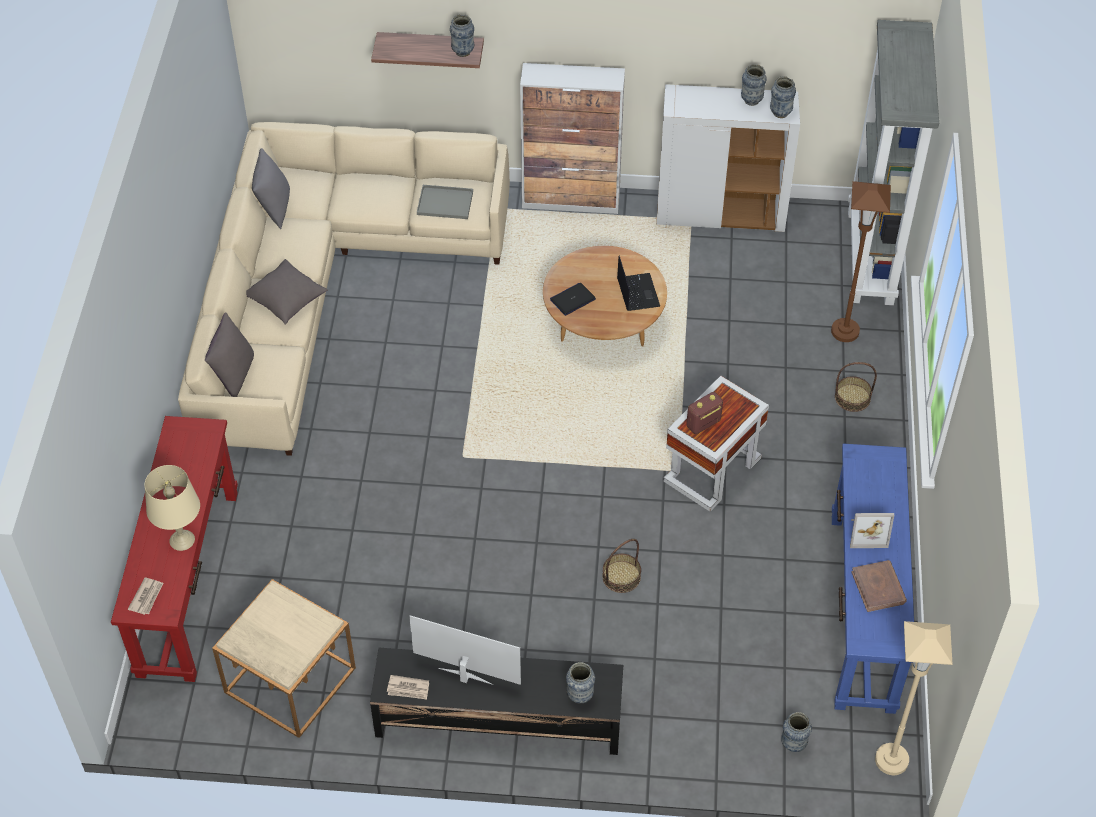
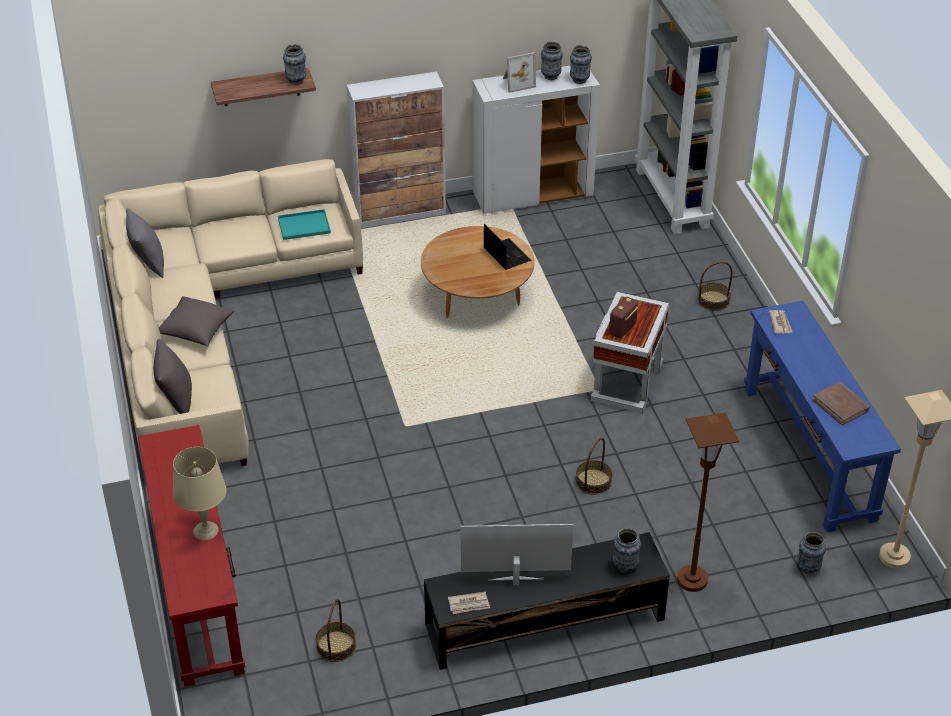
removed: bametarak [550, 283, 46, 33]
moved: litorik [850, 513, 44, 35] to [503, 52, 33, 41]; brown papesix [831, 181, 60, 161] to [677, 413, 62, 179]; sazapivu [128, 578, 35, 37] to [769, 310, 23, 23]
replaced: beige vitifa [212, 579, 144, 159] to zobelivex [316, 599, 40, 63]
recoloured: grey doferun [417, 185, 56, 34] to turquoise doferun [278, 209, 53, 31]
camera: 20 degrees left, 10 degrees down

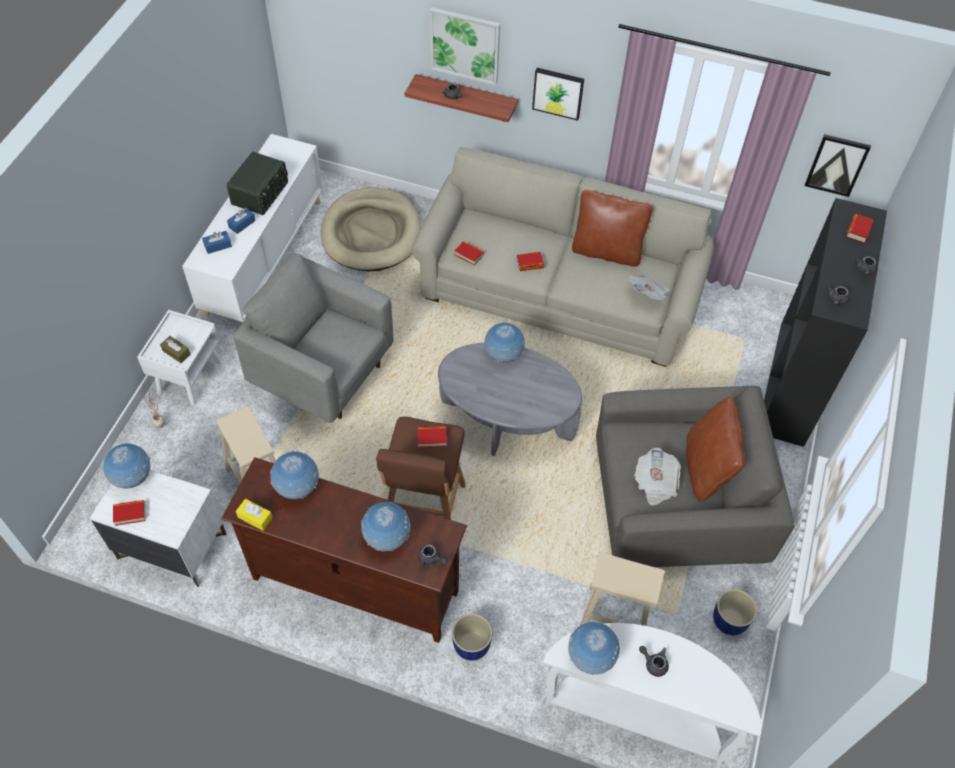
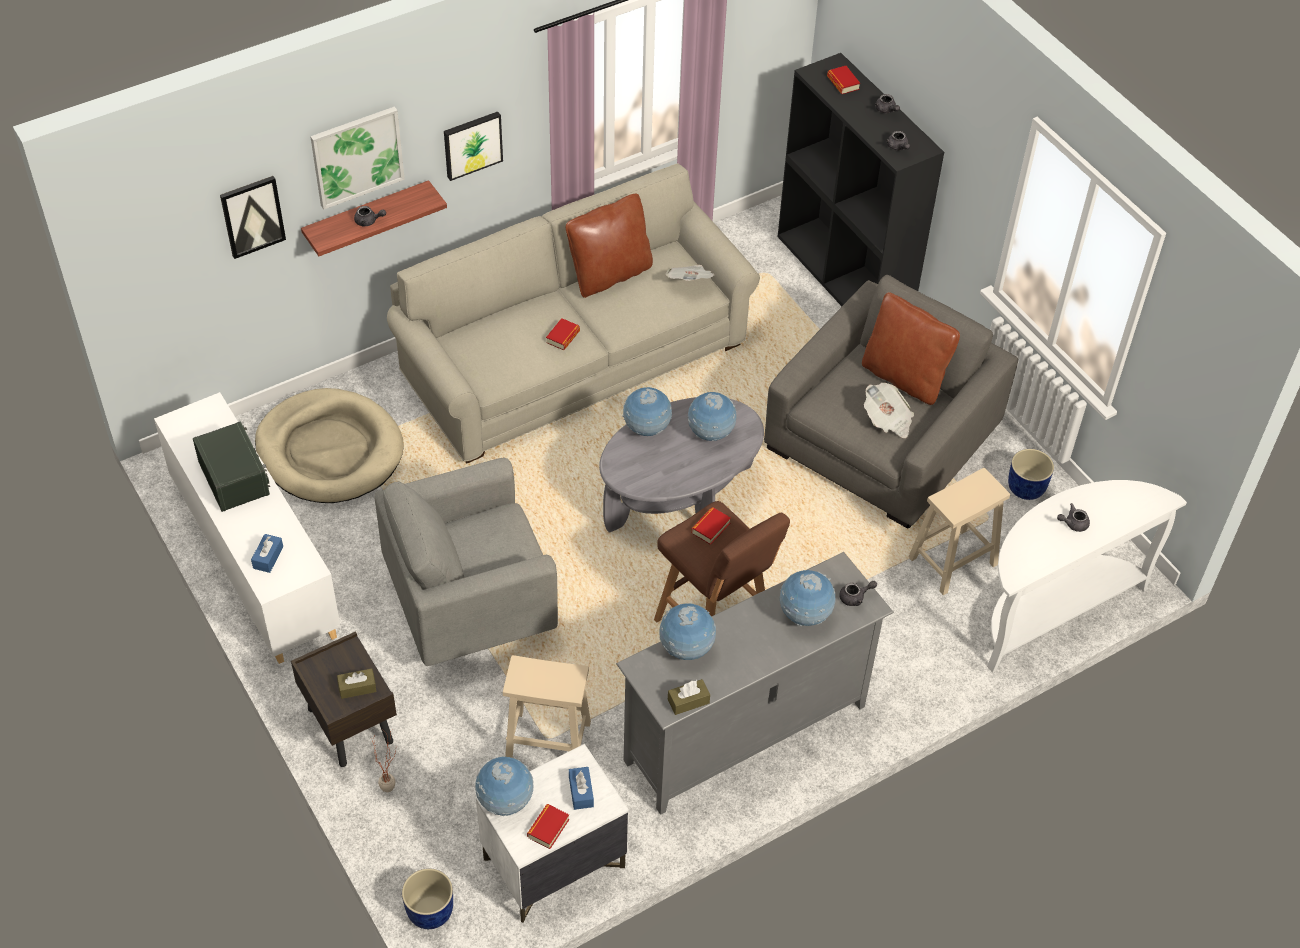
removed: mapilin [455, 241, 29, 25]
moved: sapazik [805, 134, 66, 63] to [220, 176, 66, 83]; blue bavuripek [452, 614, 40, 47] to [402, 868, 51, 61]; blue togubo [227, 207, 29, 27] to [569, 767, 25, 43]; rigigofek [569, 622, 51, 53] to [688, 392, 49, 49]
recoloured: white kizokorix [137, 310, 84, 95] to brown kizokorix [291, 631, 106, 136]; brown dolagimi [221, 457, 246, 186] to grey dolagimi [616, 552, 278, 263]; yellow togubo [236, 499, 37, 32] to brown togubo [668, 679, 42, 36]
camera: 50 degrees left, 5 degrees down

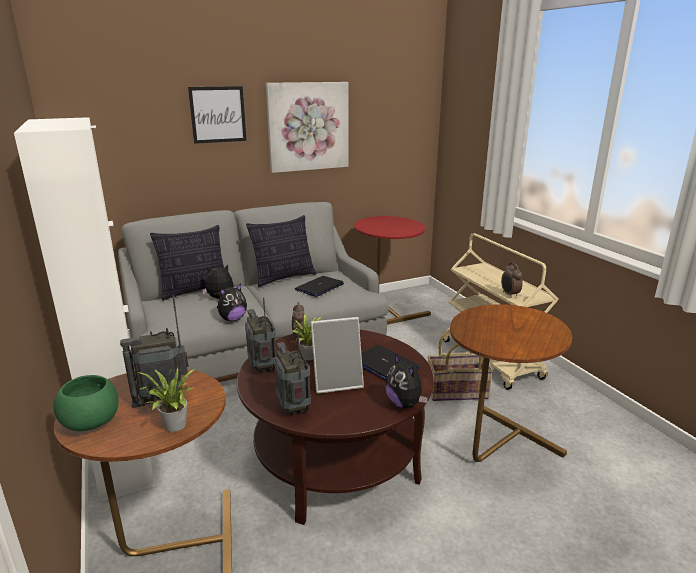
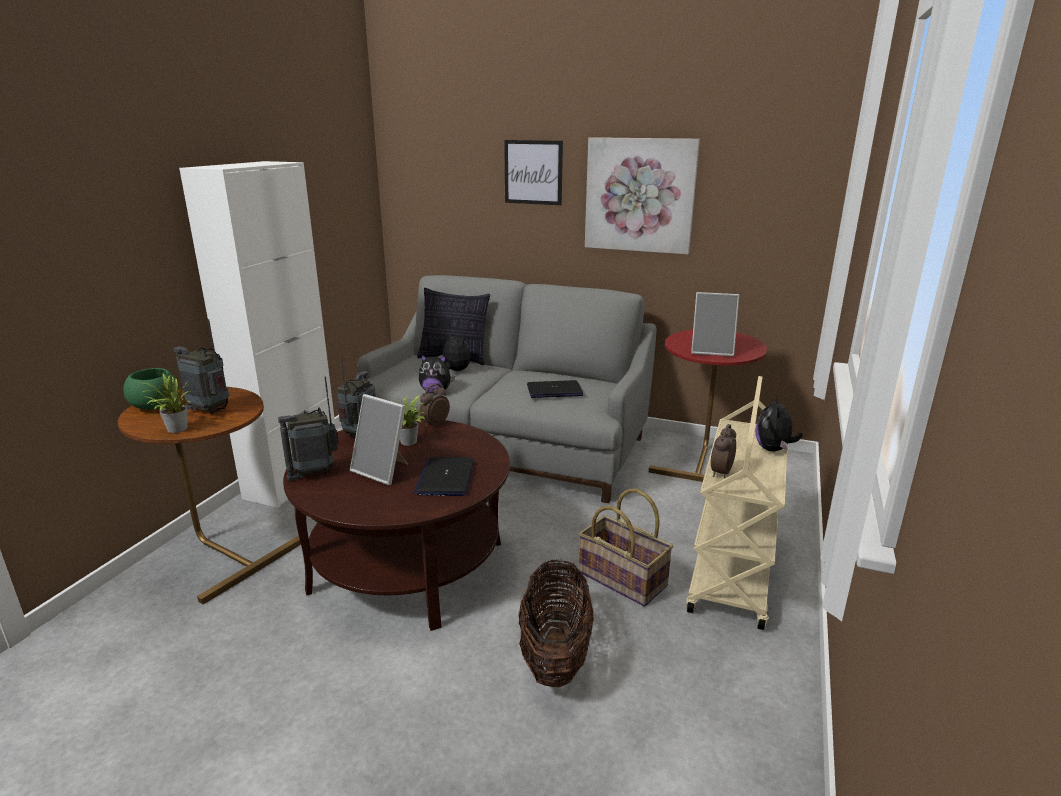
removed: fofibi [246, 215, 70, 73]
added: litorik [691, 292, 48, 64]
moved: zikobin [385, 354, 43, 54] to [755, 395, 47, 57]
replaced: brown vitifa [450, 304, 122, 158] to zobelivex [518, 559, 76, 129]
turned: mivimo [274, 332, 37, 83] = [278, 377, 61, 104] 135 degrees counterclockwise
camera: 45 degrees right, 0 degrees up

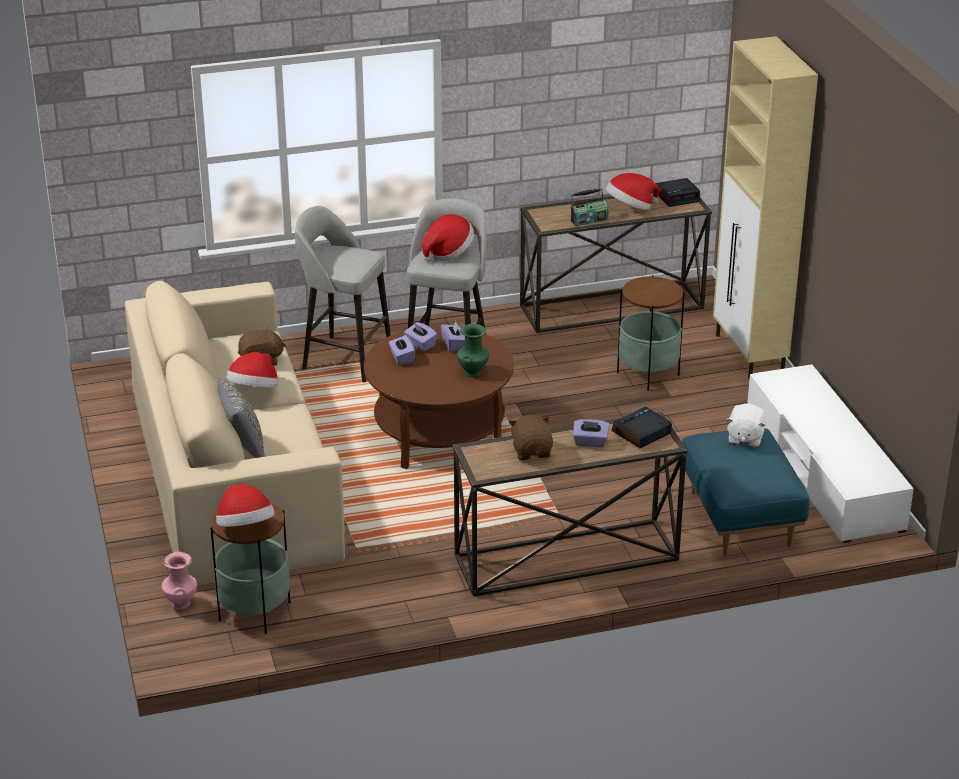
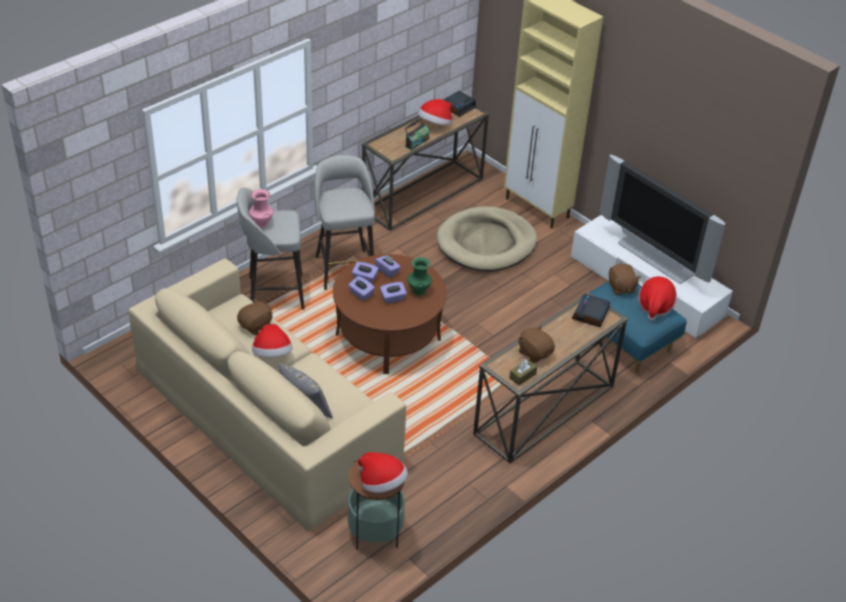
added: brown togubo [509, 359, 28, 26]; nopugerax [599, 155, 127, 129]
moved: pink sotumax [162, 552, 35, 57] to [249, 189, 24, 39]; purple togubo [573, 419, 36, 28] to [380, 282, 27, 21]; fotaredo [422, 214, 52, 48] to [638, 276, 39, 45]
replaced: vitifa [617, 275, 68, 116] to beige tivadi [436, 206, 101, 65]
recoloured: white zikobin [726, 404, 40, 44] to brown zikobin [609, 264, 32, 31]
camera: 30 degrees left, 10 degrees up

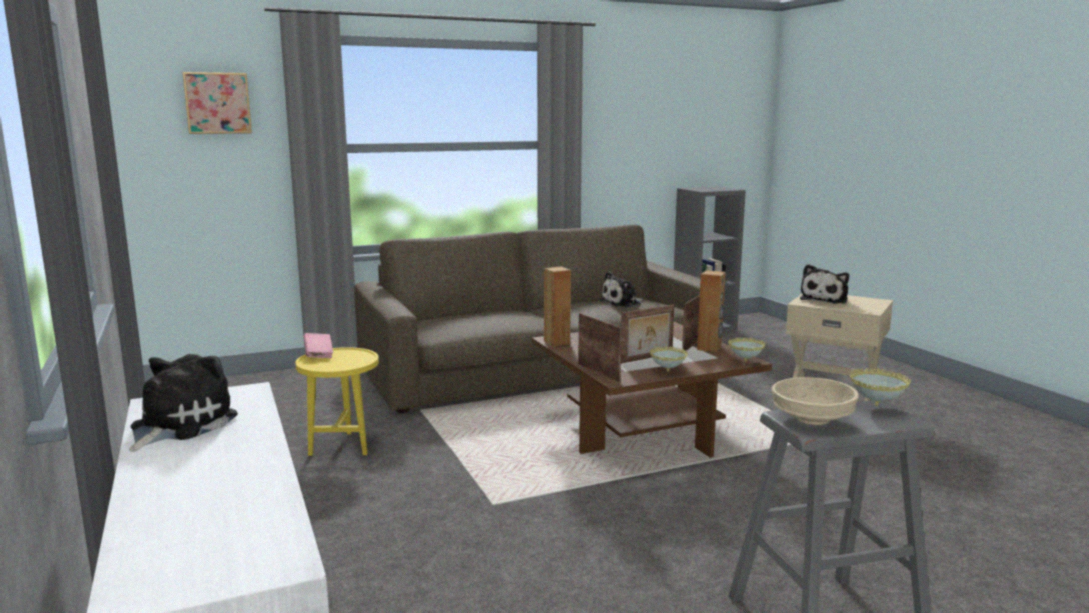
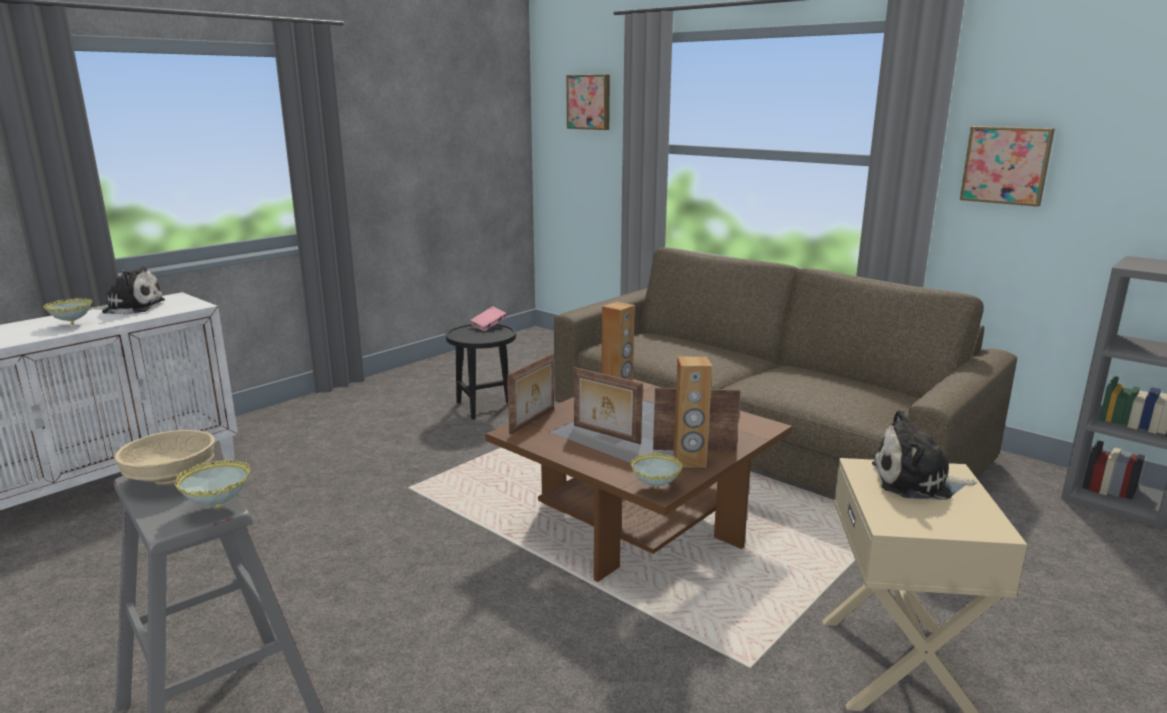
removed: zikobin [600, 272, 43, 35]
added: sapazik [960, 126, 95, 81]
moved: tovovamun [650, 346, 38, 25] to [43, 298, 49, 27]
recoloured: yellow vitifa [295, 347, 84, 109] to black vitifa [446, 324, 70, 96]
camera: 65 degrees right, 5 degrees up

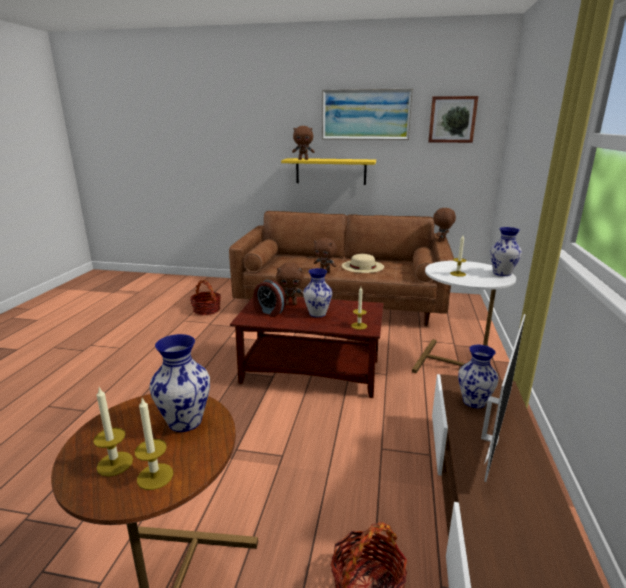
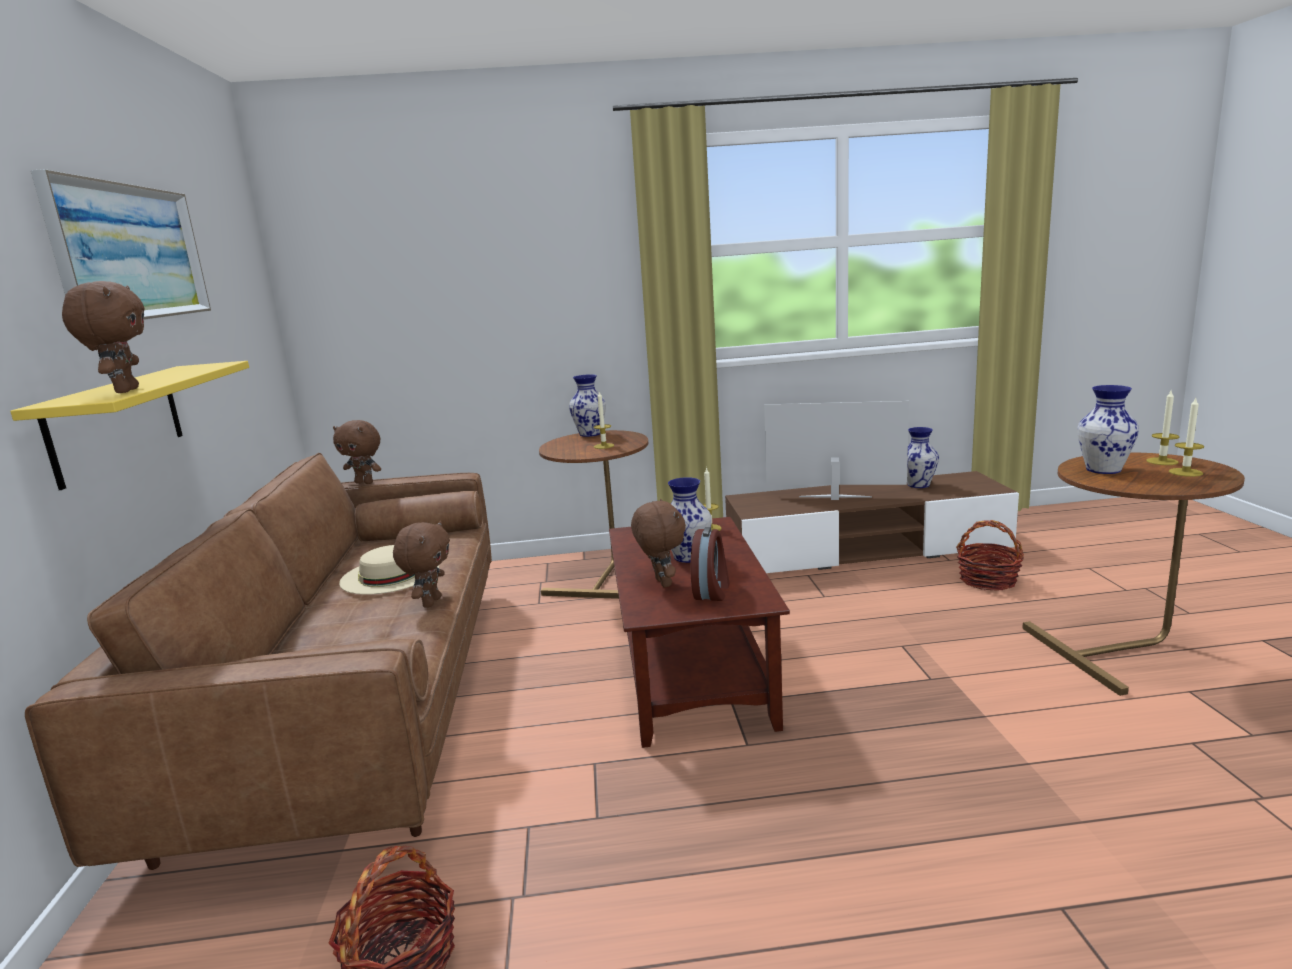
removed: sapazik [428, 96, 50, 47]
moved: sotumax [458, 345, 41, 63] to [907, 427, 32, 61]
recoloured: white vitifa [412, 261, 104, 112] to brown vitifa [539, 430, 109, 169]
camera: 105 degrees left, 5 degrees down

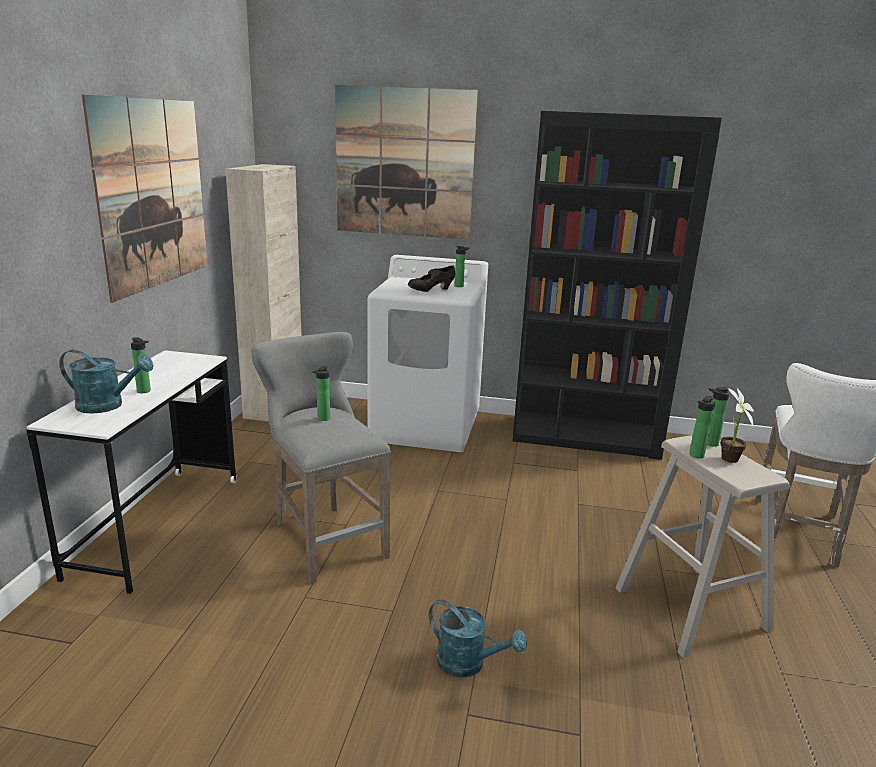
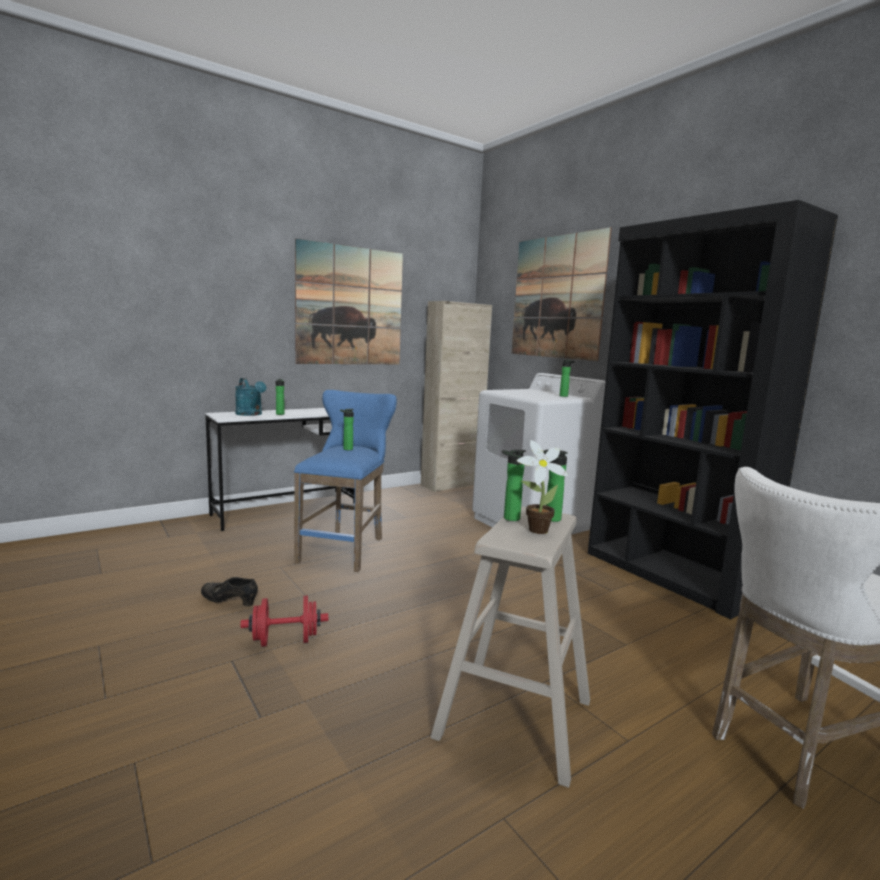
moved: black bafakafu [408, 265, 47, 27] to [201, 577, 57, 29]
replaced: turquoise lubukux [429, 599, 98, 79] to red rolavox [241, 595, 87, 52]
recoloured: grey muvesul [251, 332, 140, 252] to blue muvesul [294, 390, 103, 182]
camera: 45 degrees right, 10 degrees down

